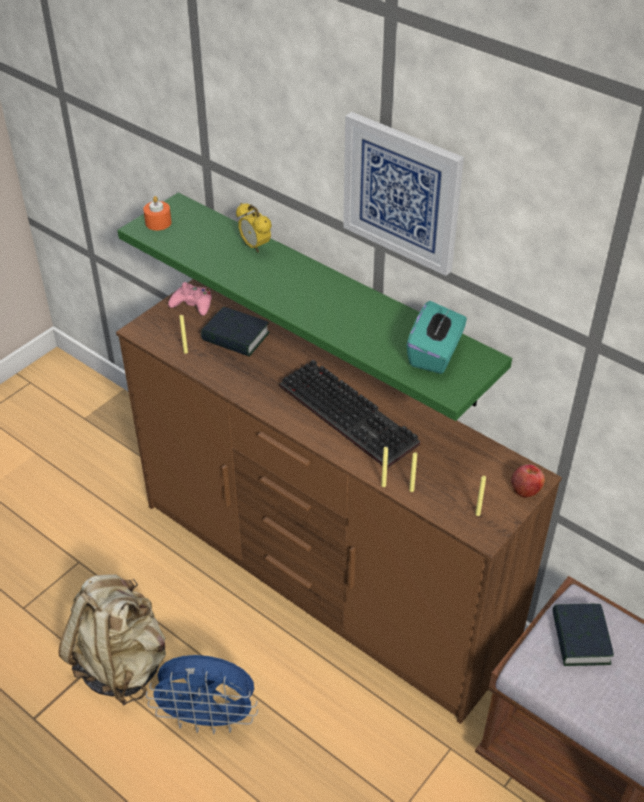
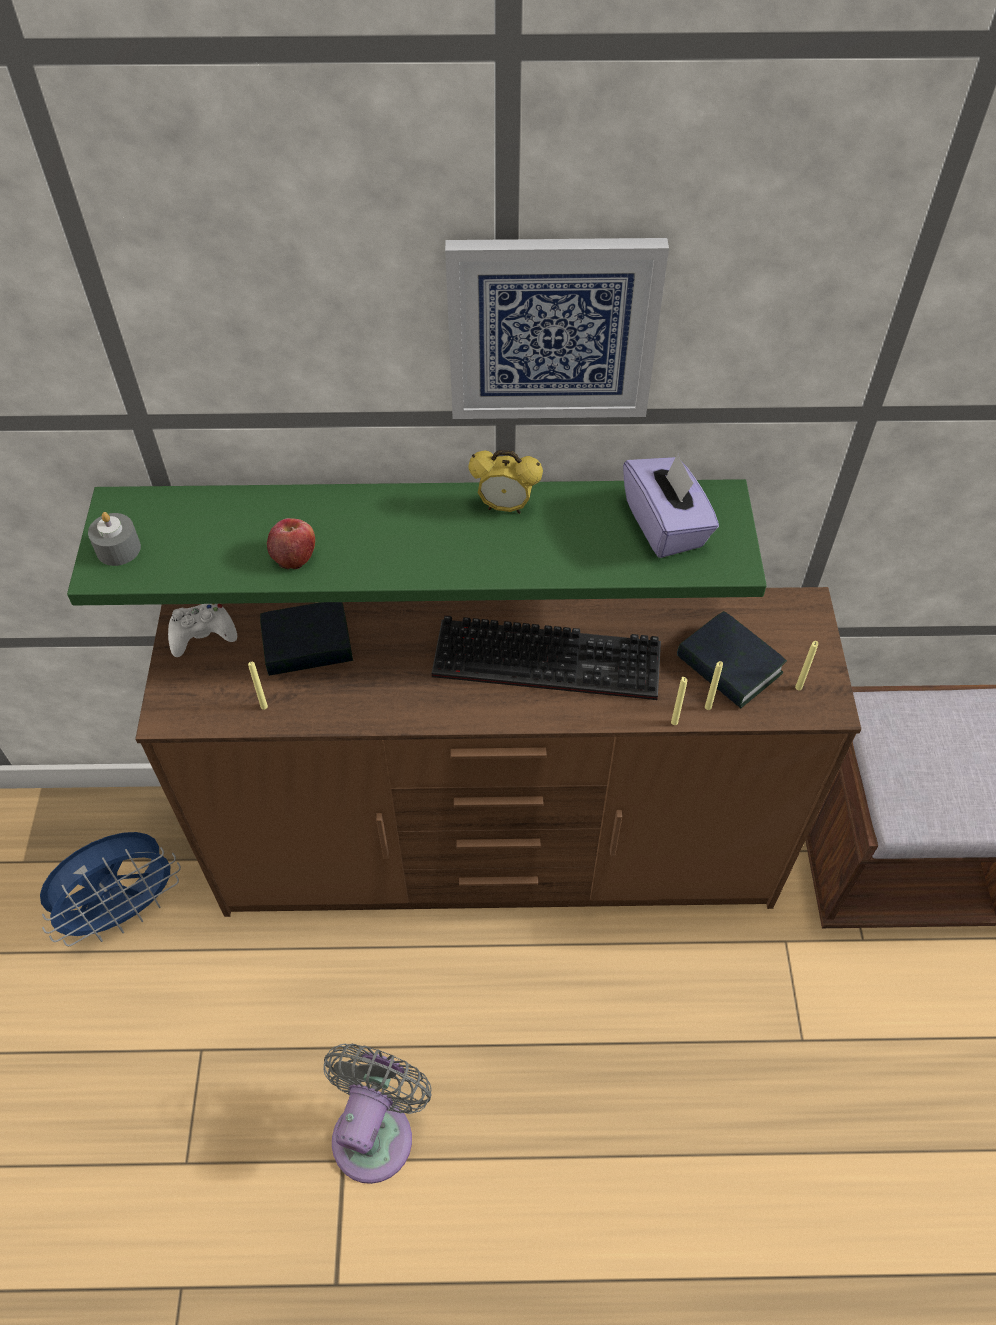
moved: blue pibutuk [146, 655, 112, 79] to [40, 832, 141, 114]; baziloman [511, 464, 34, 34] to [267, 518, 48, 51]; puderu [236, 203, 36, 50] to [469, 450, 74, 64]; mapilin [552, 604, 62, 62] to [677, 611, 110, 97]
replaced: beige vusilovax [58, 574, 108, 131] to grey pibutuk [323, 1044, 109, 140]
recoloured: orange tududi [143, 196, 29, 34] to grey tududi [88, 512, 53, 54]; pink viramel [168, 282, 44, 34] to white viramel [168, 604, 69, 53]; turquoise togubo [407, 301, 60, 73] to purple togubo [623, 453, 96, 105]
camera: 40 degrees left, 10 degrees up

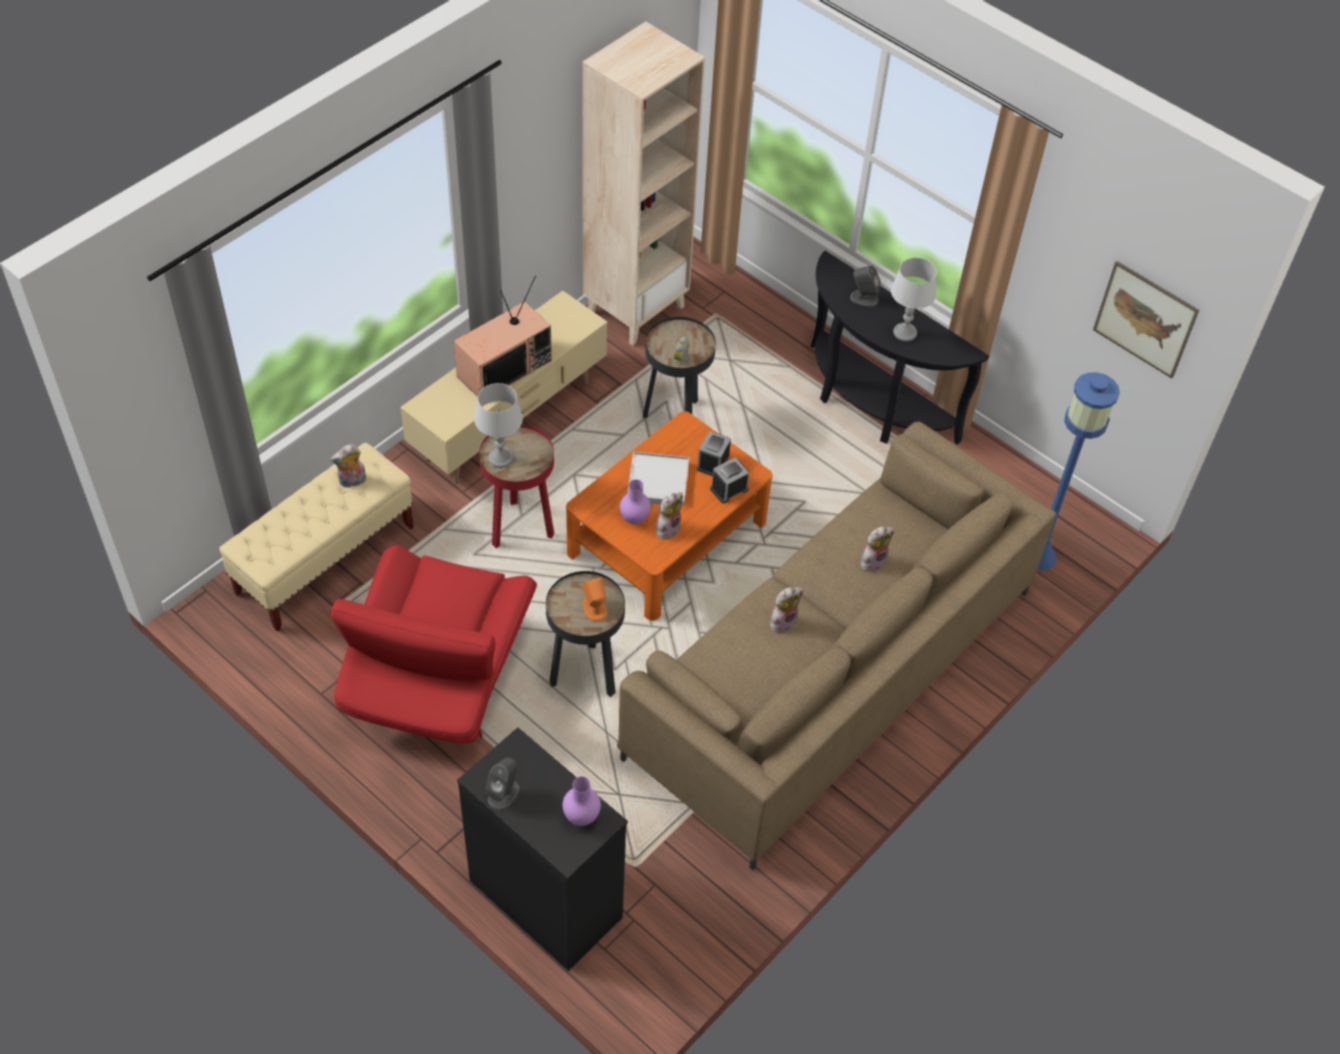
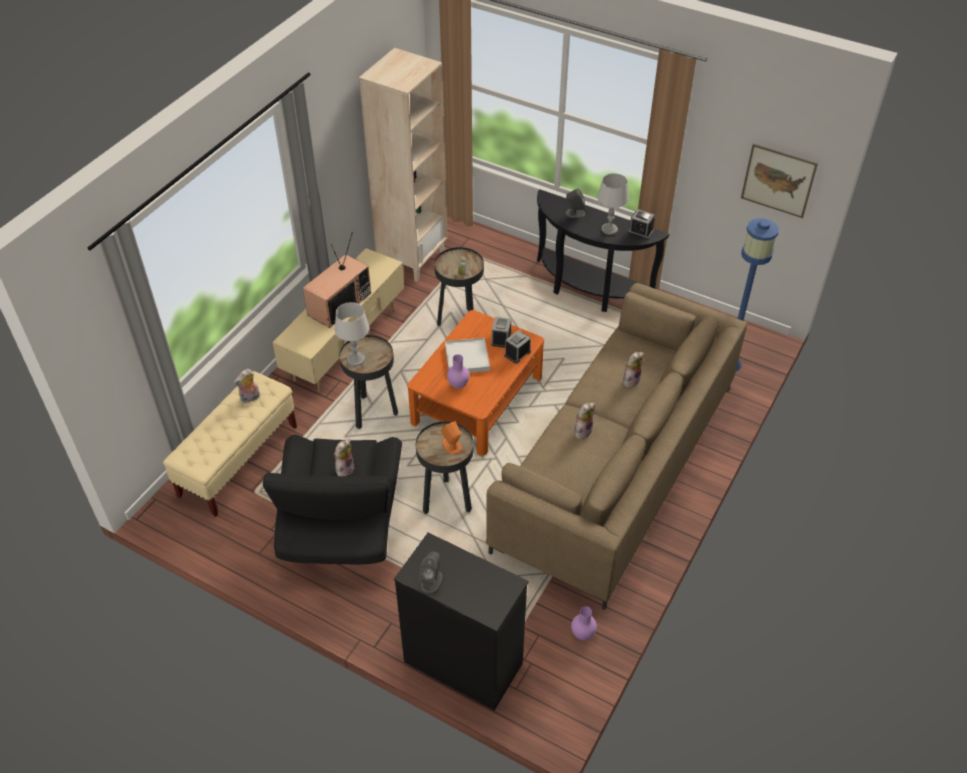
added: puderu [628, 209, 27, 30]
moved: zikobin [656, 492, 27, 47] to [334, 439, 20, 37]; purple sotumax [563, 776, 38, 50] to [571, 606, 26, 34]
recoloured: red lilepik [330, 545, 207, 198] to black lilepik [263, 435, 139, 129]; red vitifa [479, 425, 75, 123] to black vitifa [339, 335, 59, 94]
camera: 10 degrees left, 5 degrees down

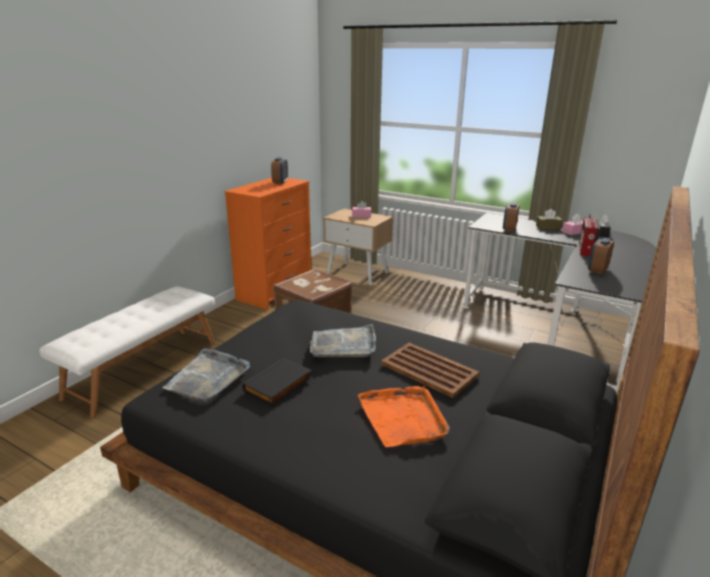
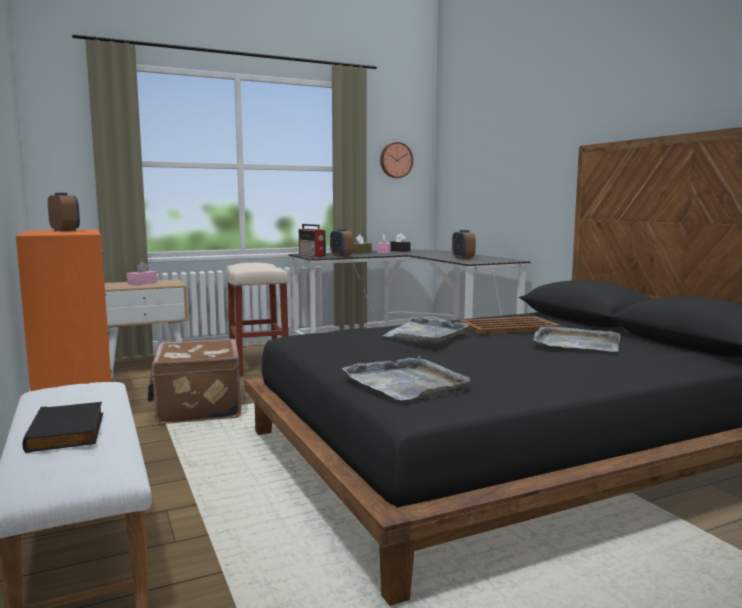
added: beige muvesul [226, 263, 62, 113]; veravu [380, 142, 33, 36]
moved: black mapilin [243, 358, 69, 47] to [22, 402, 81, 51]; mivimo [579, 213, 21, 43] to [299, 224, 27, 33]
recoloured: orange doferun [358, 386, 92, 61] to grey doferun [534, 325, 86, 27]
camera: 55 degrees left, 15 degrees down

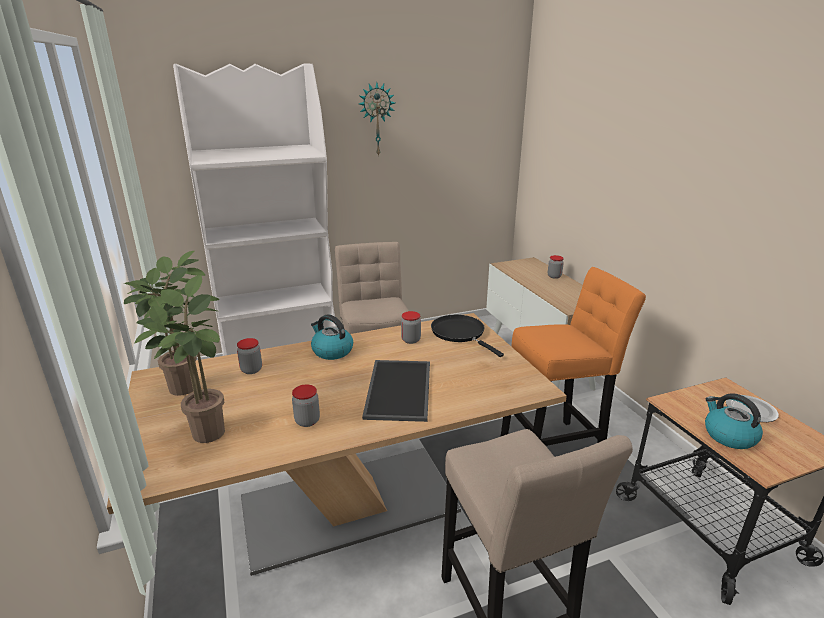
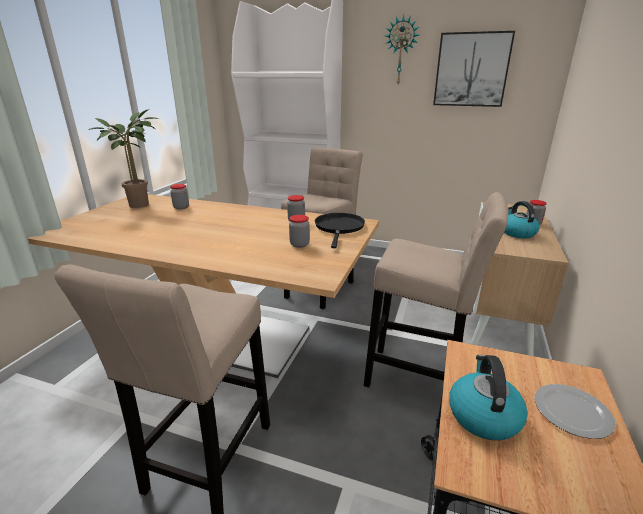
removed: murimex [134, 275, 91, 168]; doferun [362, 360, 68, 62]
added: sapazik [433, 31, 82, 76]
moved: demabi [292, 384, 28, 43] to [289, 215, 21, 33]; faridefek [311, 314, 42, 46] to [504, 201, 35, 37]
recoloured: orange muvesul [501, 267, 145, 179] to beige muvesul [364, 192, 145, 196]
camera: 40 degrees right, 0 degrees up

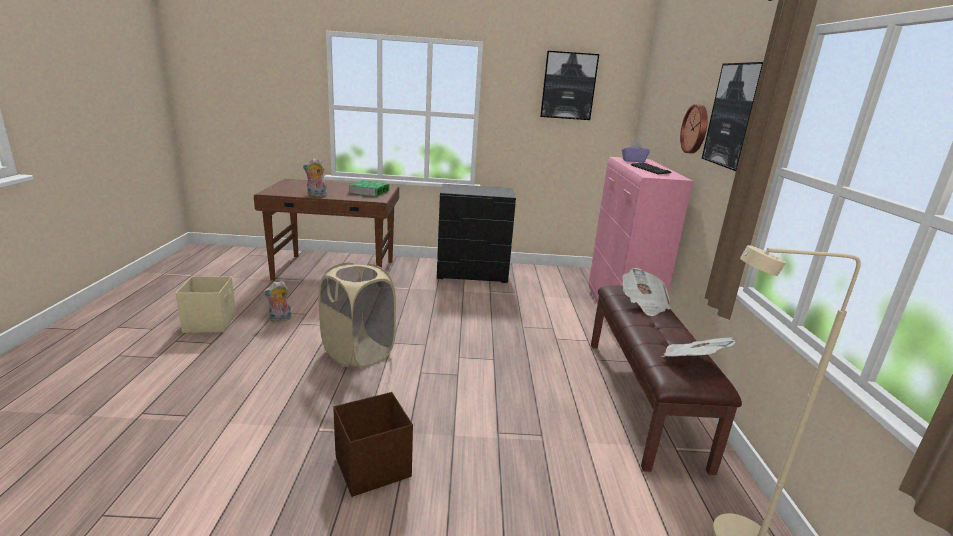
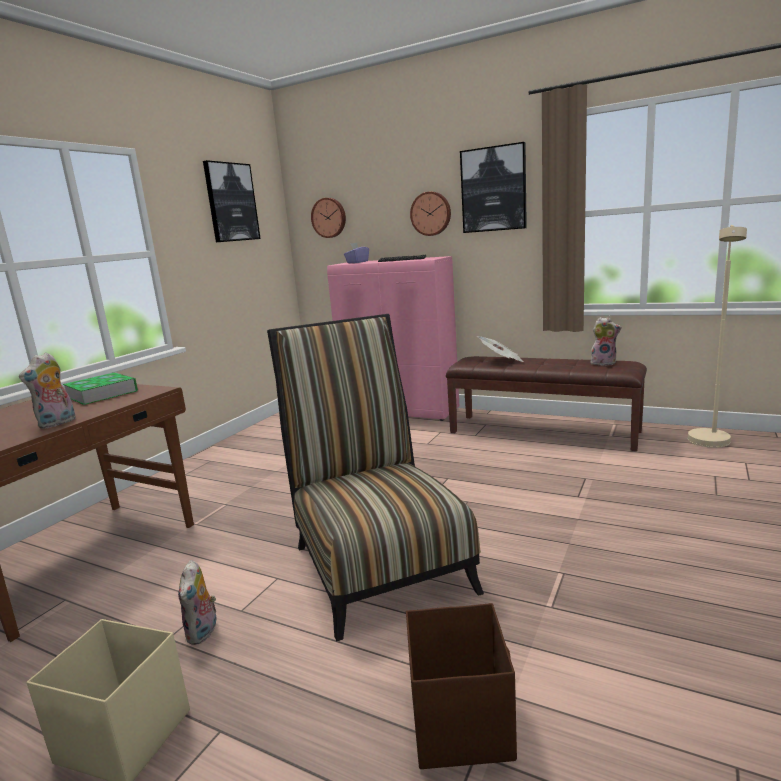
removed: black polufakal [437, 184, 79, 99]
added: veravu [311, 198, 35, 40]
moved: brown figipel [333, 392, 80, 105] to [406, 603, 111, 166]
replaced: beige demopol [318, 262, 78, 106] to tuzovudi [267, 314, 217, 327]; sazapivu [662, 337, 73, 20] to zikobin [591, 317, 31, 49]
camera: 60 degrees left, 5 degrees down

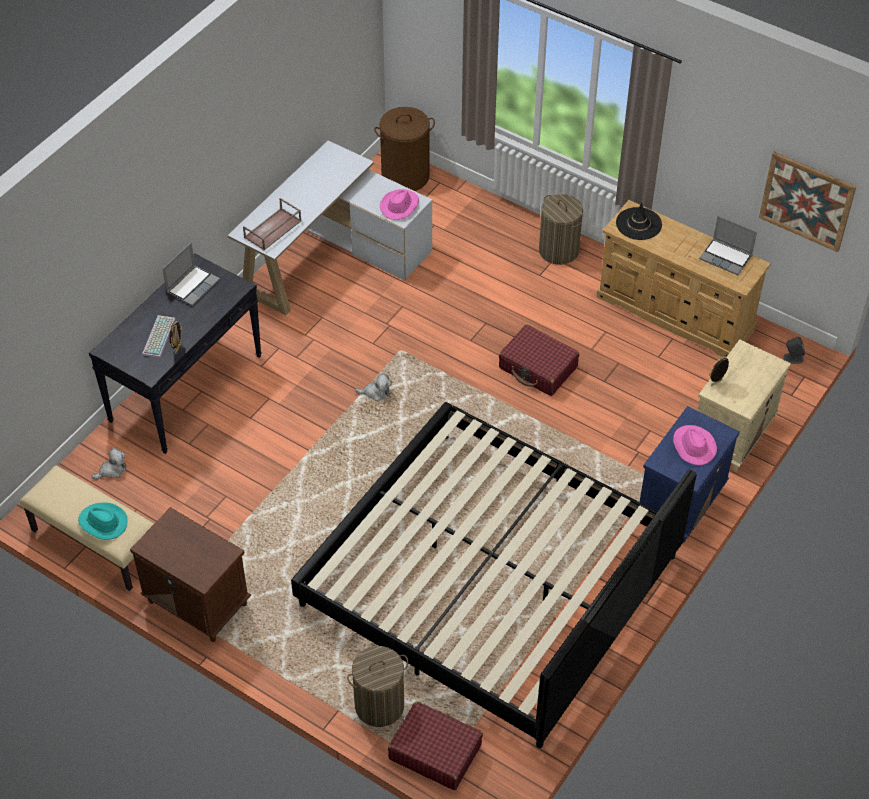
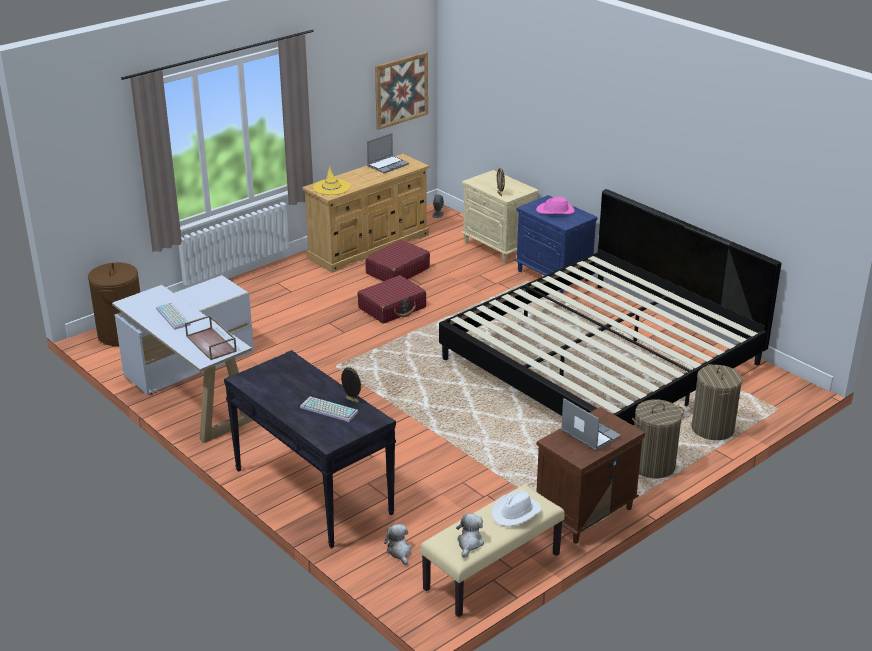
removed: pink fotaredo [380, 189, 39, 31]
added: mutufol [156, 303, 35, 27]
moved: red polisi [388, 702, 95, 88] to [365, 240, 65, 41]; zikobin [355, 373, 37, 28] to [456, 514, 28, 44]; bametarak [163, 243, 57, 63] to [561, 398, 60, 53]; demopol [539, 194, 44, 71] to [632, 399, 52, 79]
recoloured: black fotaredo [616, 203, 46, 37] to yellow fotaredo [313, 166, 38, 29]; turquoise fotaredo [78, 502, 50, 38] to white fotaredo [492, 490, 50, 36]
camera: 75 degrees left, 20 degrees down

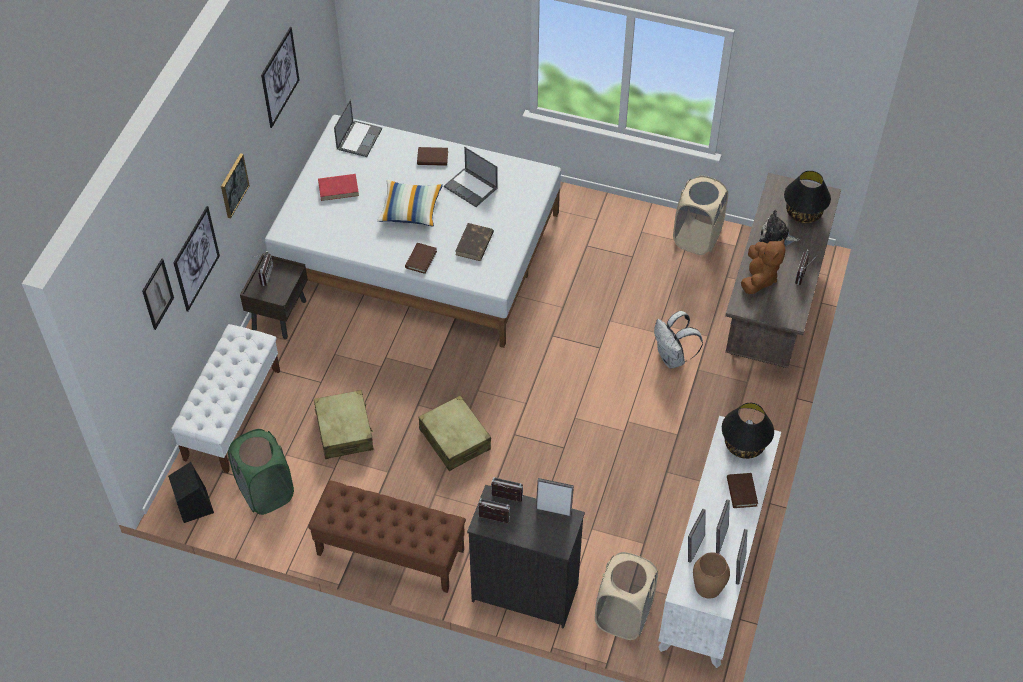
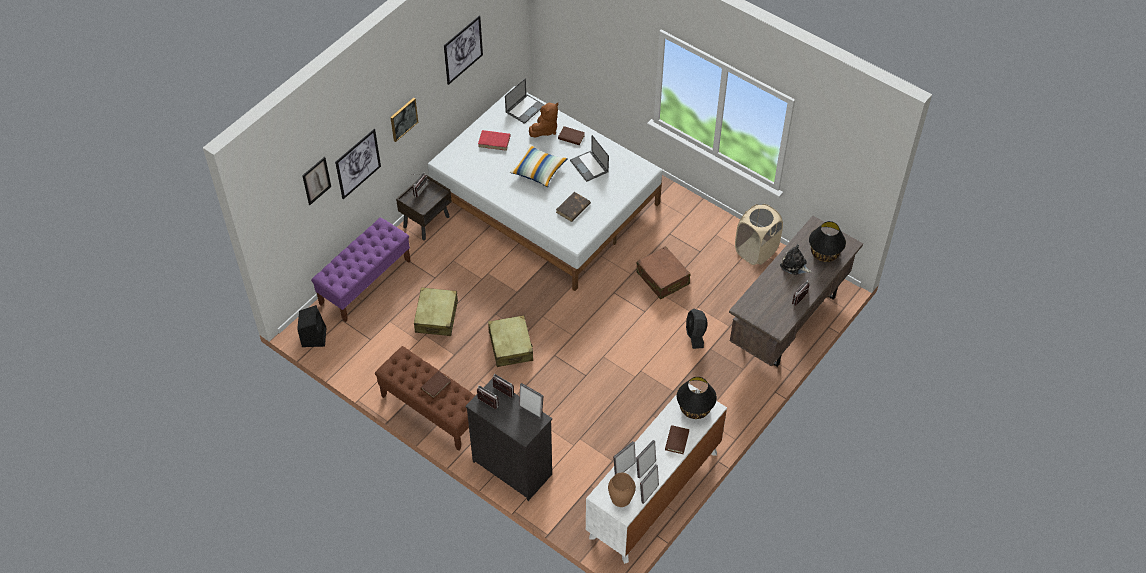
removed: green demopol [228, 429, 66, 86]; beige demopol [595, 552, 63, 88]
added: brown polisi [637, 246, 53, 54]
moved: brown mapilin [405, 243, 32, 31] to [420, 371, 31, 28]; brown zikobin [741, 239, 45, 55] to [529, 103, 29, 35]
replaced: white vusilovax [654, 311, 49, 57] to black pibutuk [686, 309, 22, 40]
recoloured: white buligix [171, 324, 109, 149] to purple buligix [311, 217, 100, 105]
camera: 20 degrees right, 0 degrees up

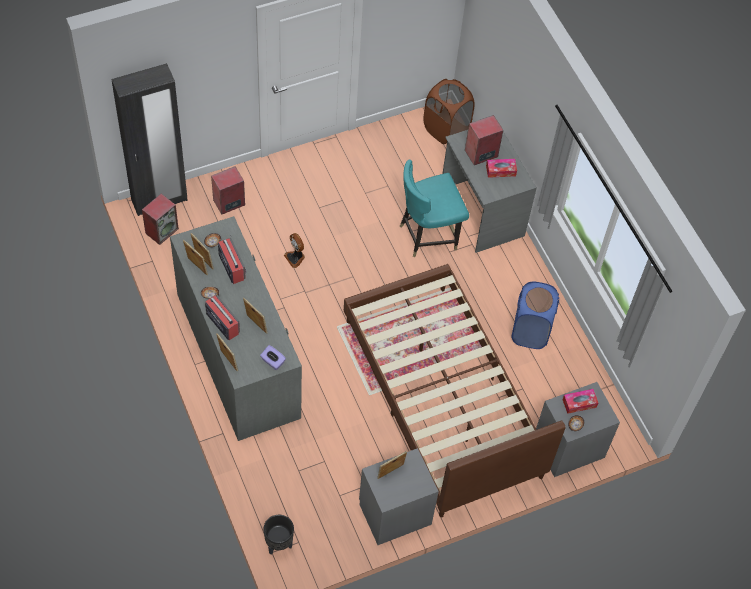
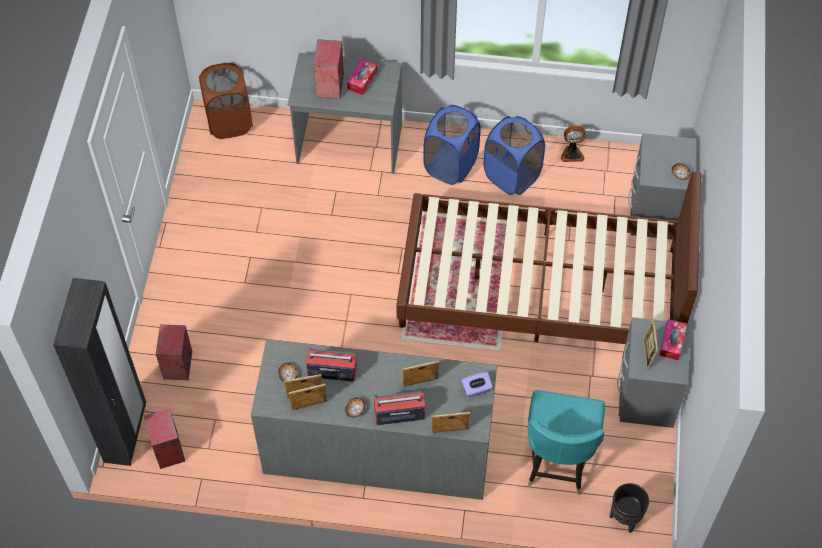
added: blue demopol [423, 105, 58, 80]
moved: turquoise tuzovudi [400, 160, 69, 97] to [527, 390, 78, 105]; pibutuk [284, 233, 21, 35] to [561, 126, 25, 36]; togubo [563, 389, 35, 25] to [659, 319, 28, 41]
camera: 55 degrees left, 0 degrees up

